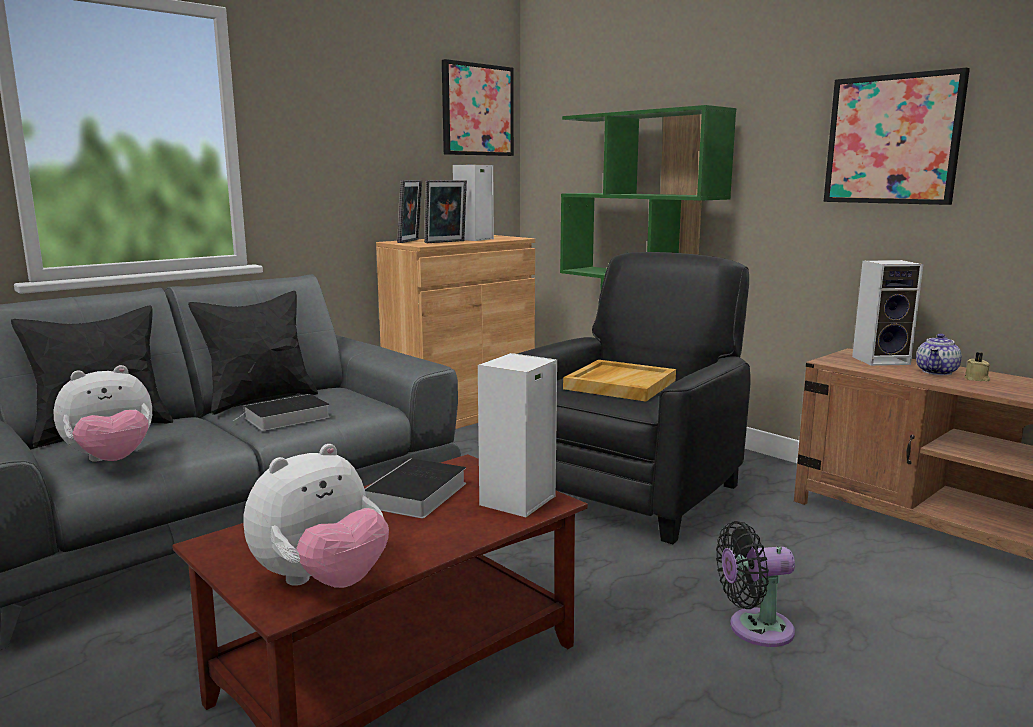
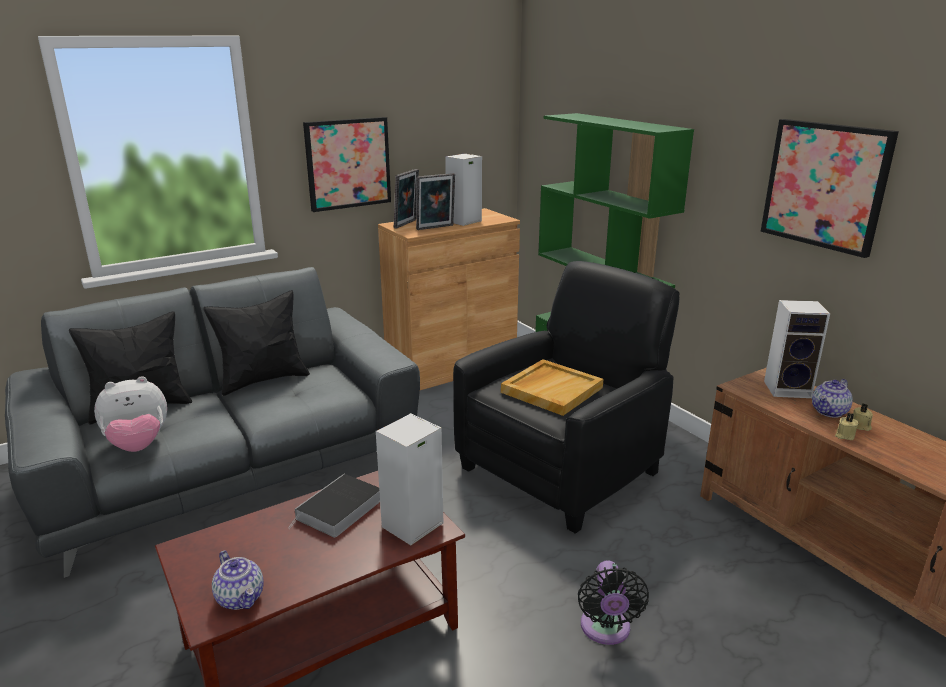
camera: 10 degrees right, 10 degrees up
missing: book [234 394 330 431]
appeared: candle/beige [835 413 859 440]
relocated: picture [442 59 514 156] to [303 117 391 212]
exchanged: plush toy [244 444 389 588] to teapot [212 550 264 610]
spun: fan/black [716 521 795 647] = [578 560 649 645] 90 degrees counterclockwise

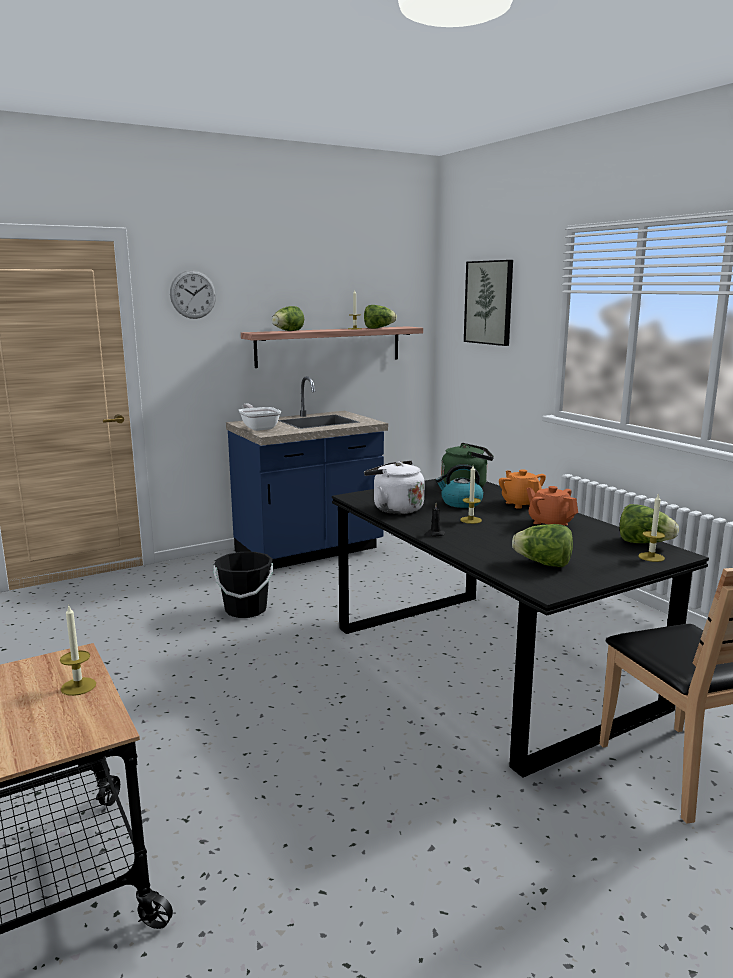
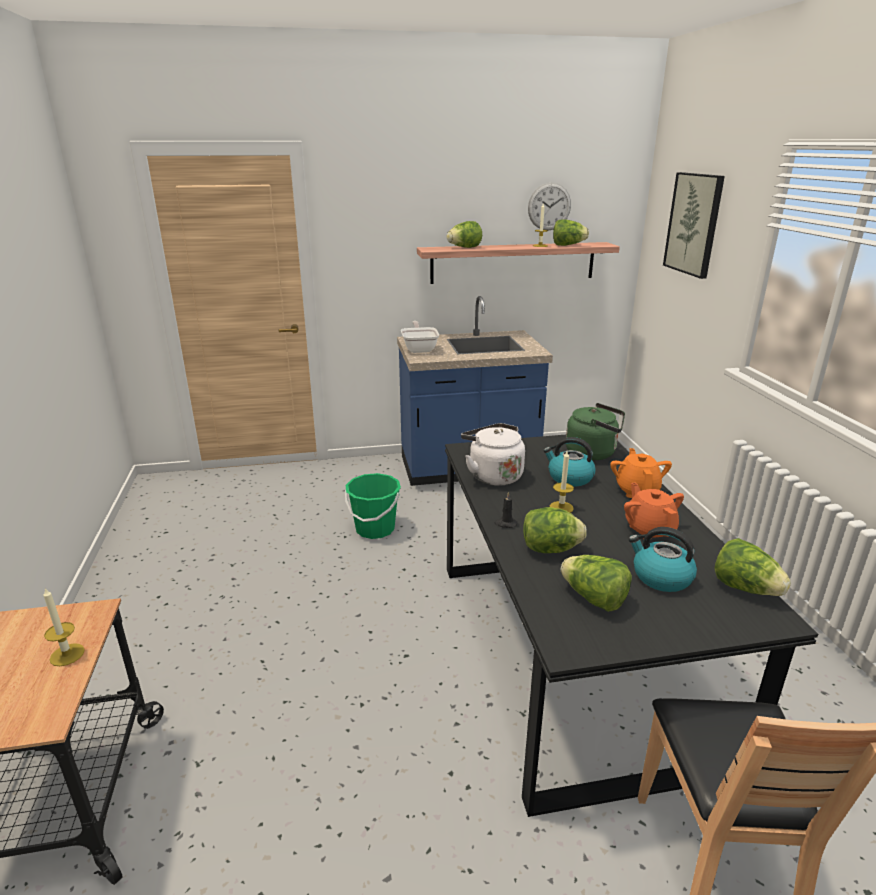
camera: 20 degrees right, 10 degrees up
missing: candle [638 493 665 562]
appeared: lettuce [523 507 587 553]; kettle [629 527 697 592]
relocated: wall clock [170 270 216 319] to [528 183 571 231]
colour: bucket/black [213 552 273 618] to bucket/green [345 473 401 539]

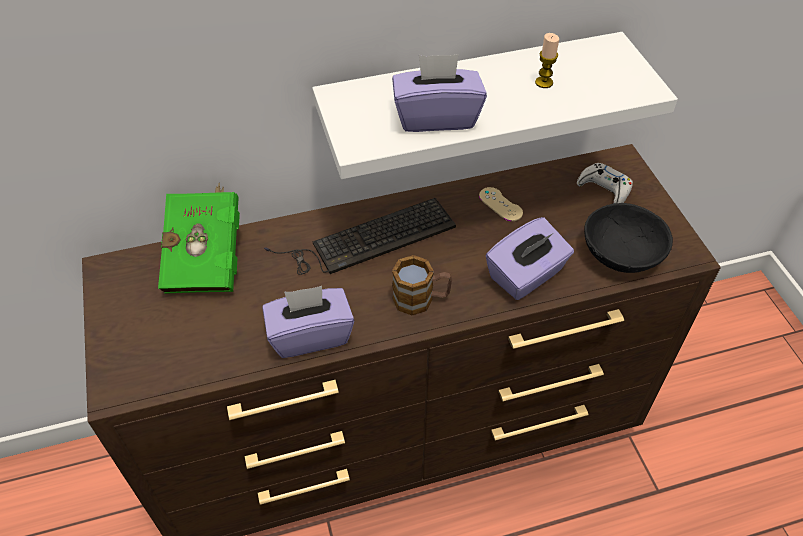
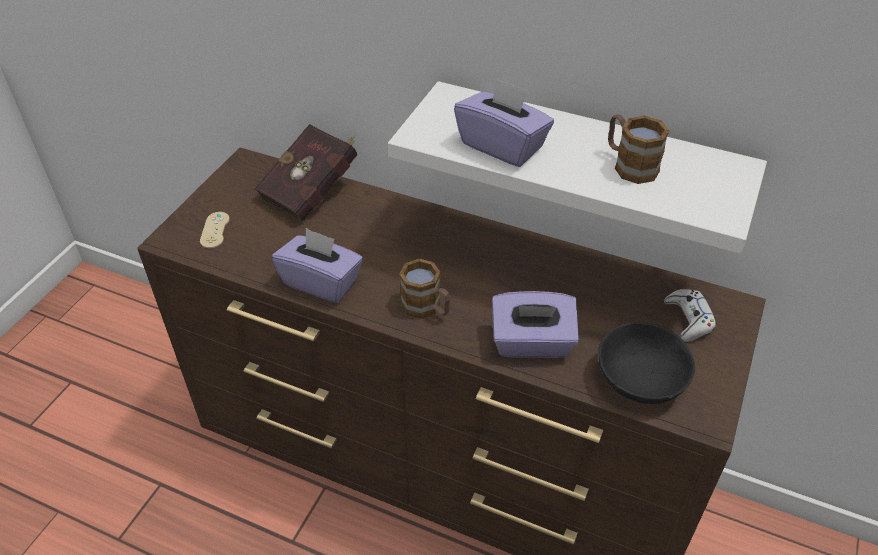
camera: 40 degrees right, 5 degrees down
missing: keyboard [264 198 456 275]
relocated: game controller/beige [479 187 523 221] to [200 212 230 248]
exchanged: candle [535 33 559 88] to mug [608 114 670 184]
colour: book/green [158 183 240 294] to book/red [254 124 358 221]

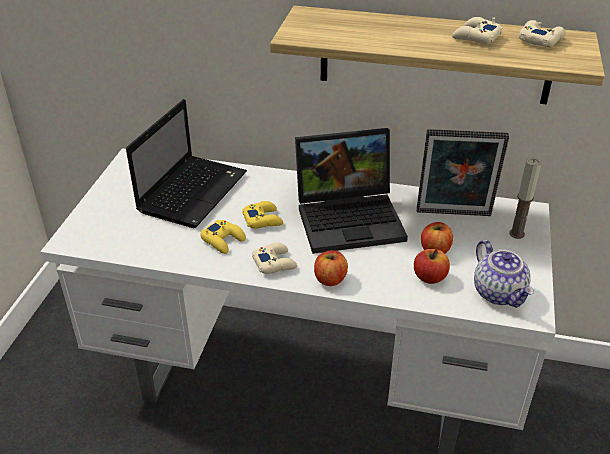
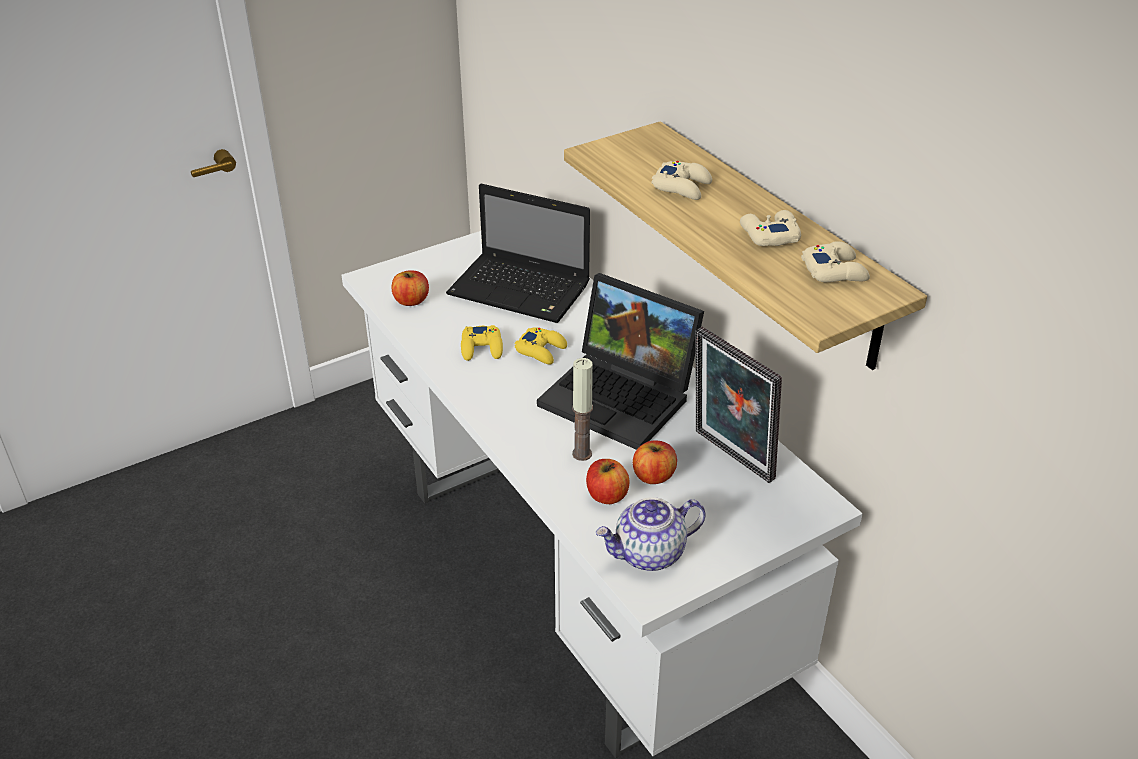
camera: 45 degrees right, 0 degrees up
relocated: game controller/beige [252 242 297 274] to [651 161 712 200]; apple [314 250 348 286] to [391 270 429 306]; candle [509 158 541 239] to [572 358 593 461]
spun: laptop [126 99 247 228] = [446 184 590 323] 45 degrees clockwise; teapot [474 240 534 308] = [596 497 706 571] 45 degrees clockwise

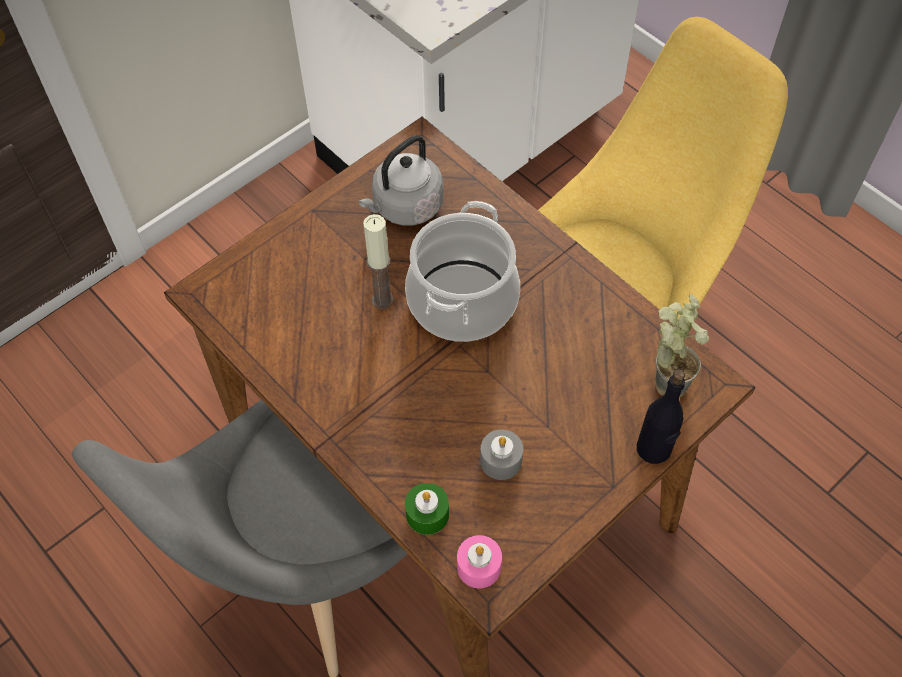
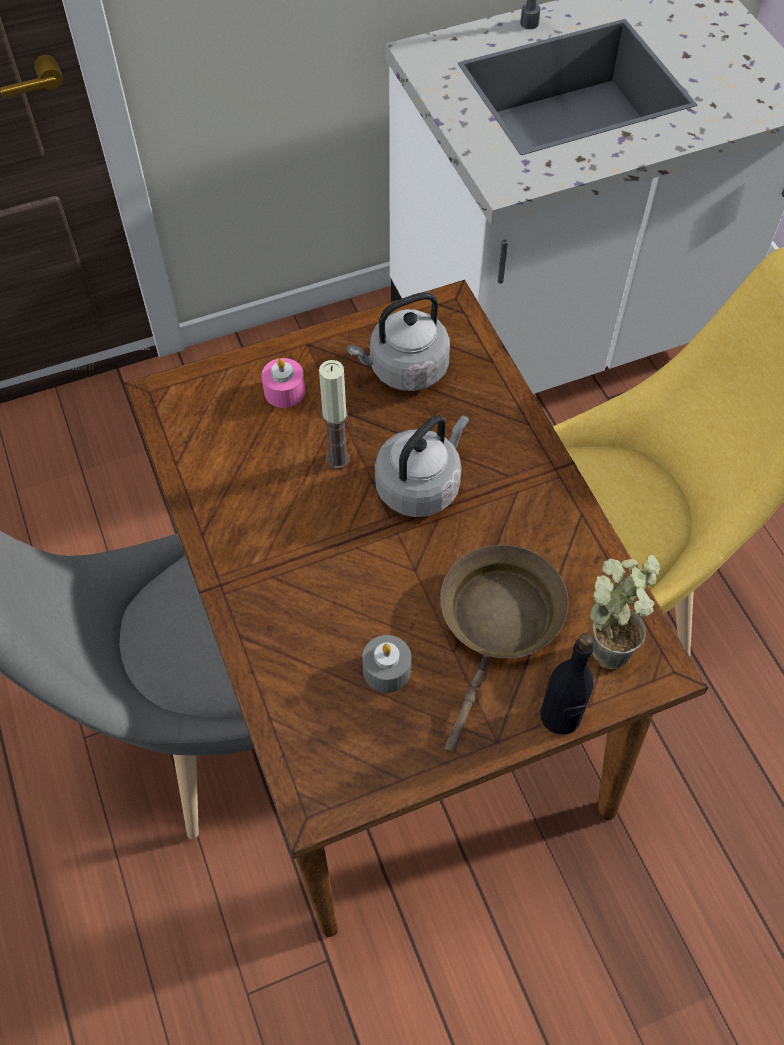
camera: 20 degrees right, 0 degrees up
missing: candle/green [405 483 449 535]
appeared: frying pan/brown [440 545 568 753]
relocated: candle/pink [457 535 502 589] to [262 358 305 408]
exchanged: cooking pot [405 201 520 342] to kettle/grey [375 415 469 517]

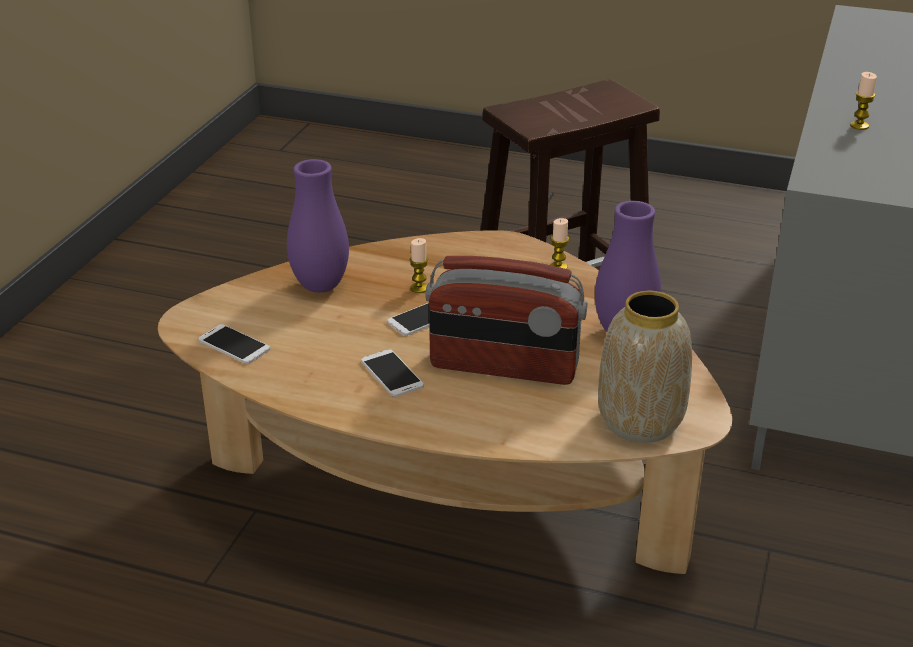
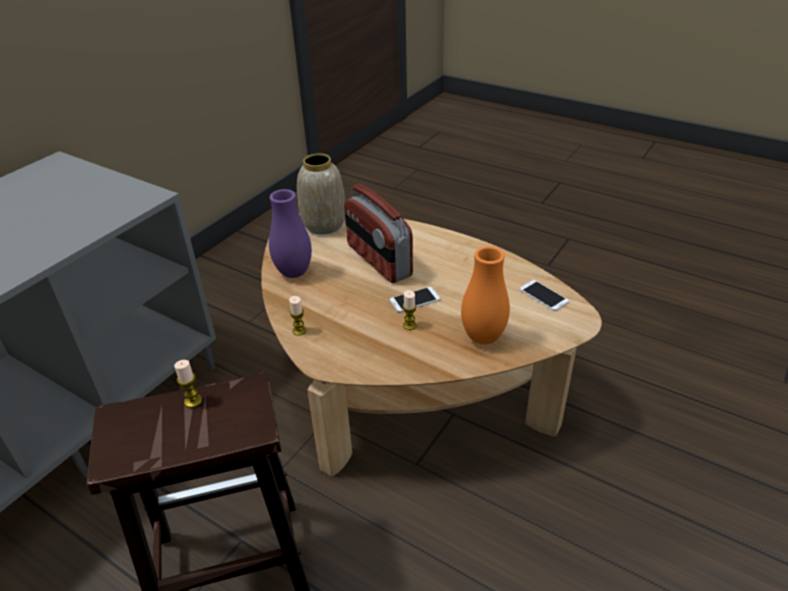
camera: 165 degrees left, 5 degrees up
missing: phone [361 349 424 397]
relocated: candle [850 72 877 130] to [174 360 202 408]
colour: vase/purple [287 159 349 293] to vase/orange [461 246 510 344]
spun: radio [425 256 587 385] = [344 184 413 283] 150 degrees counterclockwise

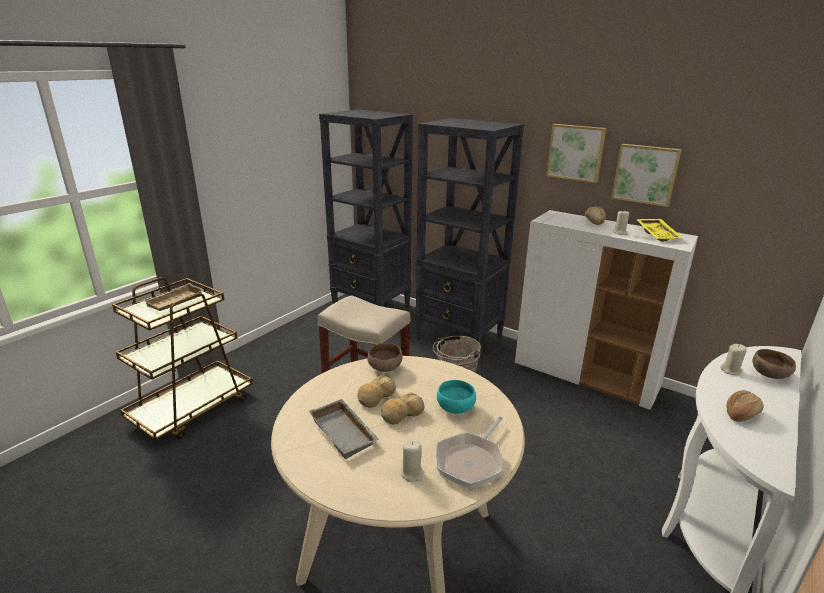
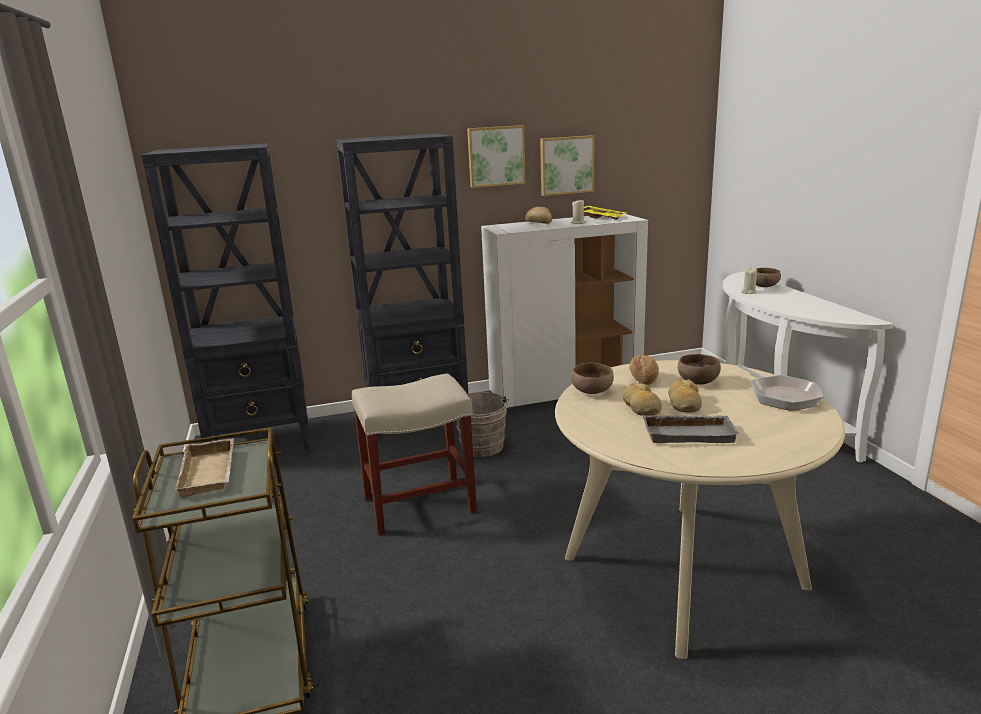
camera: 50 degrees left, 5 degrees down
missing: candle/beige [401 440 424 482]
relocated: bread [727 390 763 422] to [629 355 659 385]
colour: bowl/turquoise [437 380 476 414] to bowl/brown [678 354 721 385]

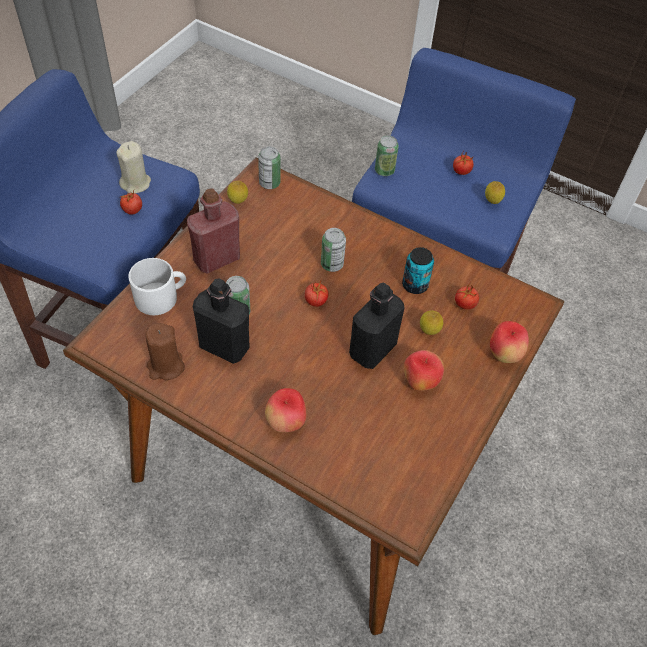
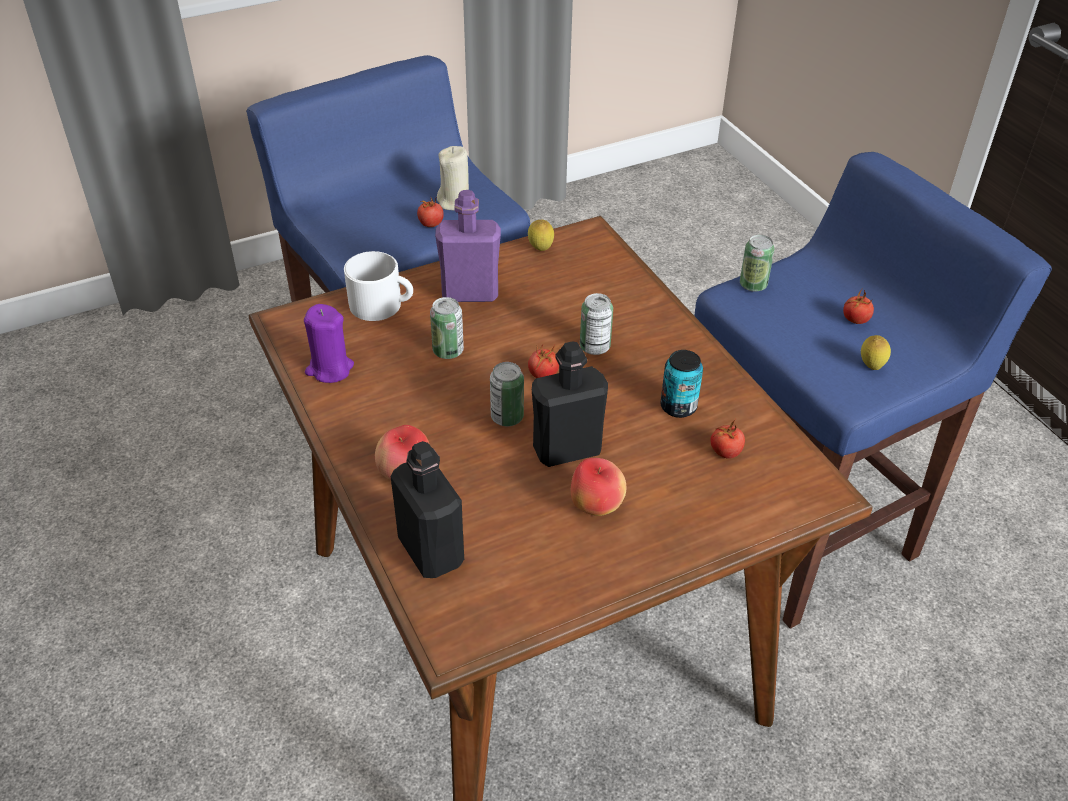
camera: 35 degrees right, 10 degrees down
missing: lemon [420 310 443 335]; apple [490 321 529 363]
relocated: bottle/black [192 279 250 364] to [391 441 464 578]; can [258 147 281 189] to [490 362 524 426]
colour: candle/brown [145 323 185 380] to candle/purple [304 304 354 383]; bottle/red [187 188 240 274] to bottle/purple [435 190 501 302]

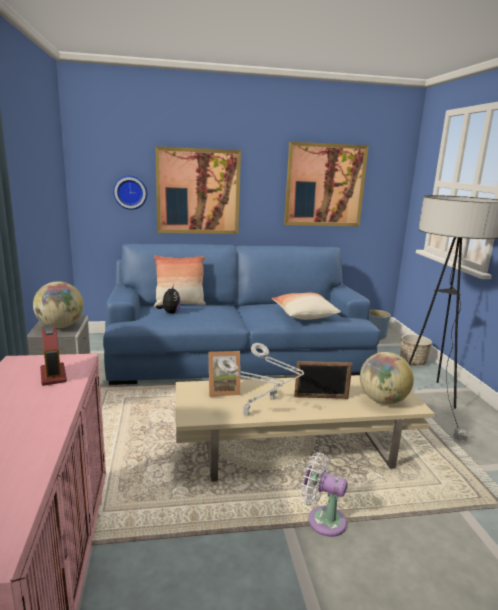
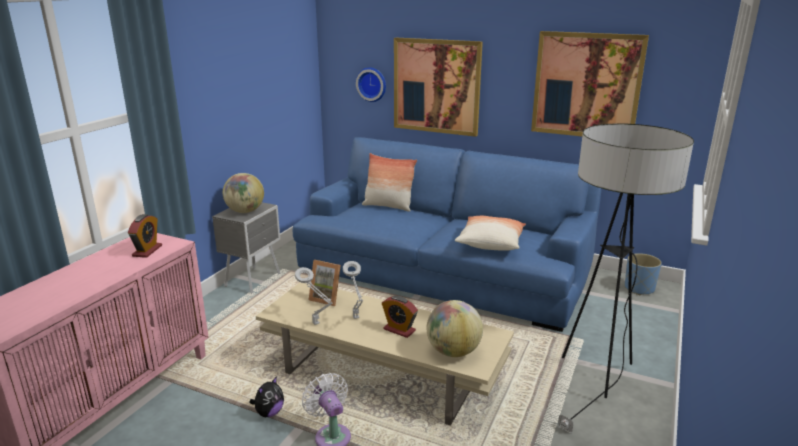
camera: 35 degrees right, 5 degrees up
missing: planter [400 334 432 365]
relocated: plush toy [156 285 181 314] to [249 376 284 417]
exchanged: picture frame [294 361 353 399] to alarm clock [382 296 418 338]

